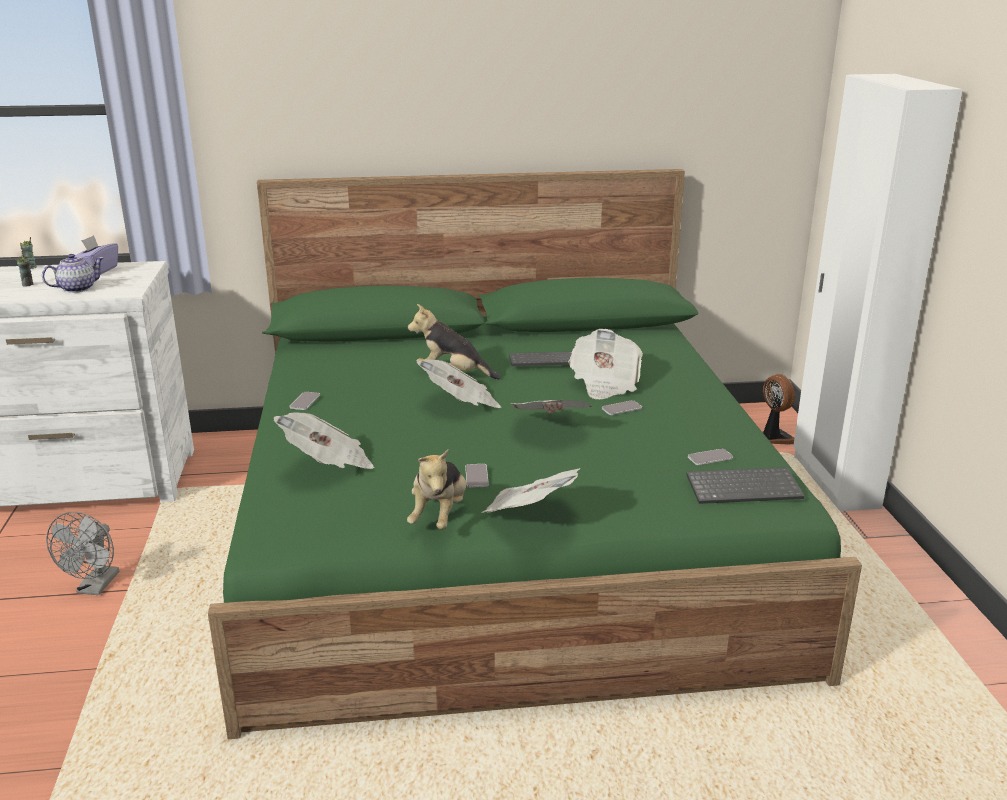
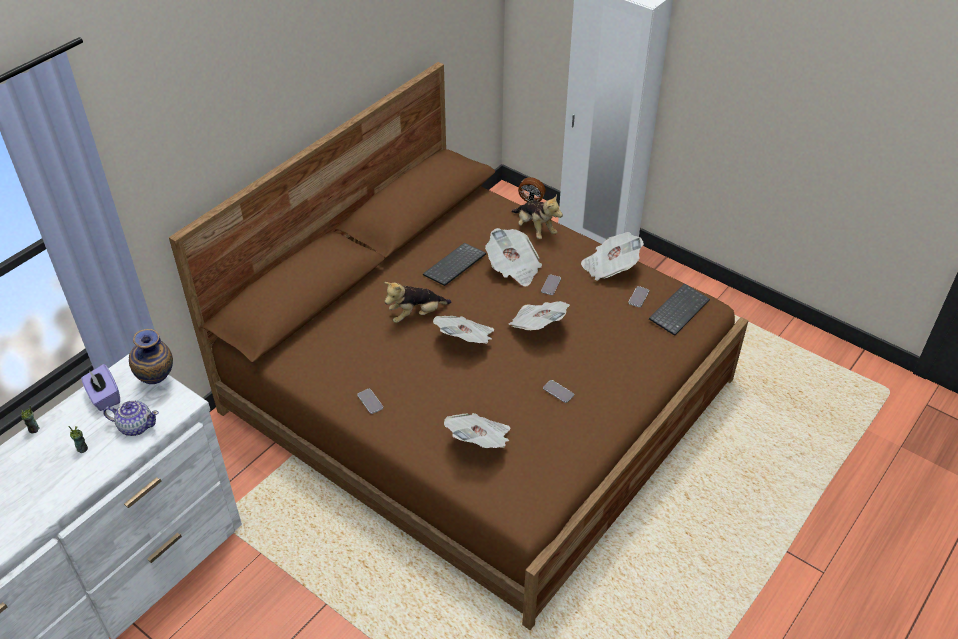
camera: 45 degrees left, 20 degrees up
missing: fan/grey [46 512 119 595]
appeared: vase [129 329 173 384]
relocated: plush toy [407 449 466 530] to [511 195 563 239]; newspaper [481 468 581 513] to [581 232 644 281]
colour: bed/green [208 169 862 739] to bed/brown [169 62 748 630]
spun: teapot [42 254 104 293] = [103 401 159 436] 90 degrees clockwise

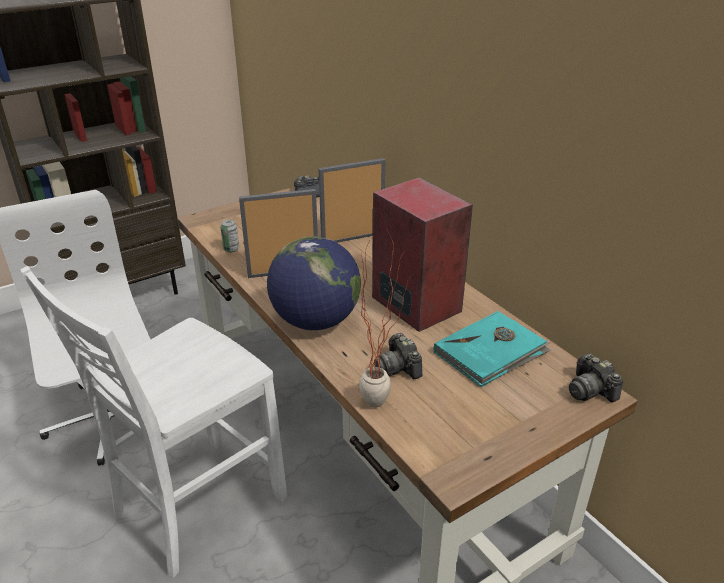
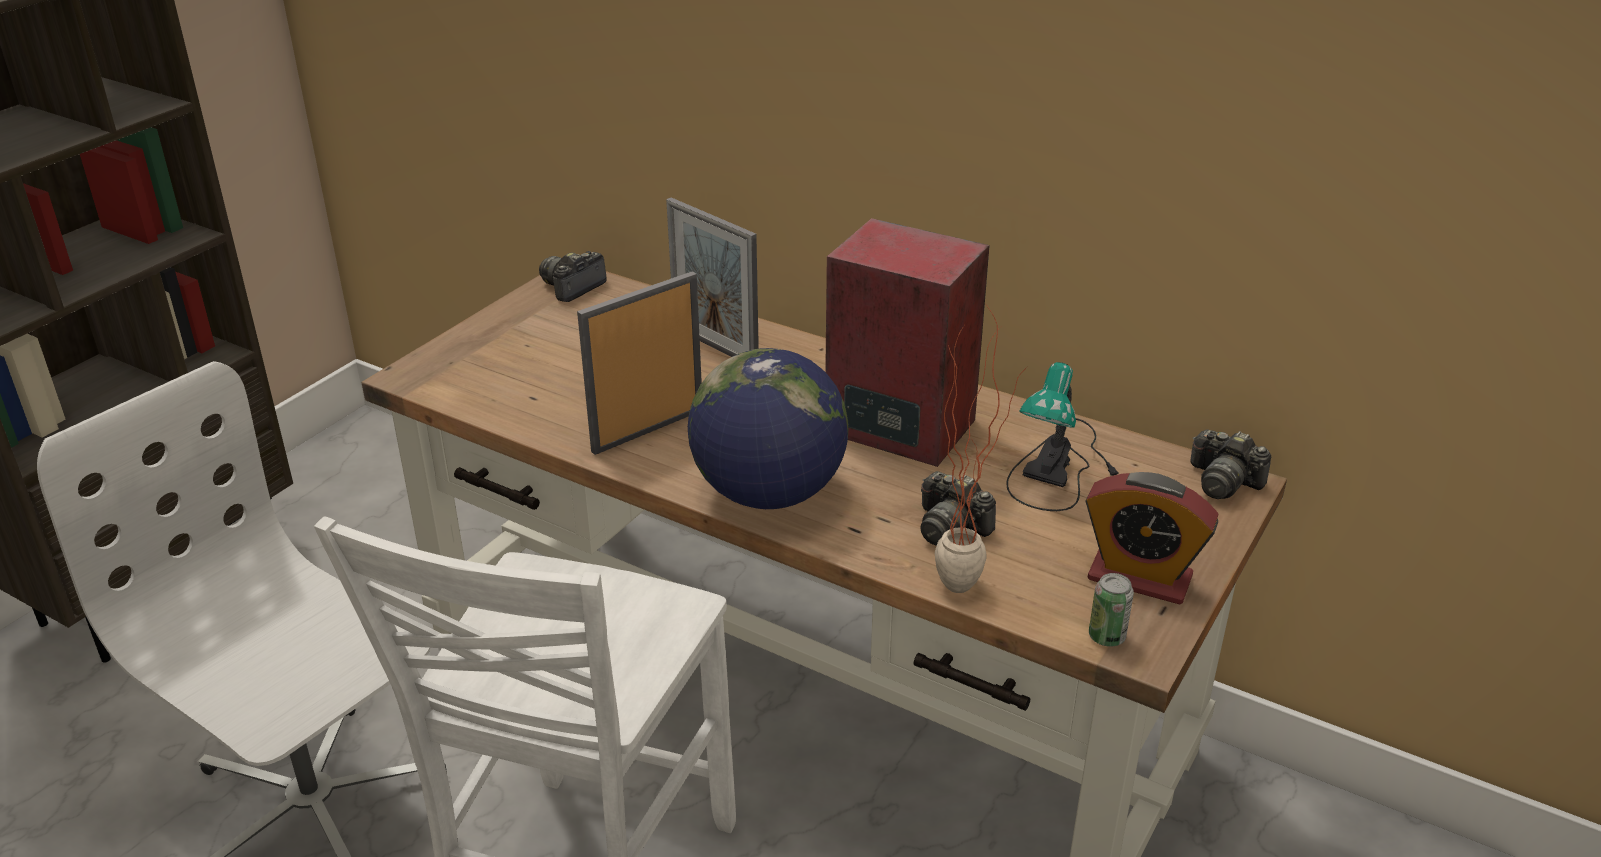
camera: 25 degrees left, 0 degrees up
appeared: alarm clock [1086 472 1218 605]
relocated: can [220 220 239 253] to [1089 573 1134 647]
exchanged: book/turquoise [434 311 551 388] to table lamp [1006 362 1119 511]
spun: picture frame [318 158 385 243] = [666 197 759 357] 90 degrees counterclockwise

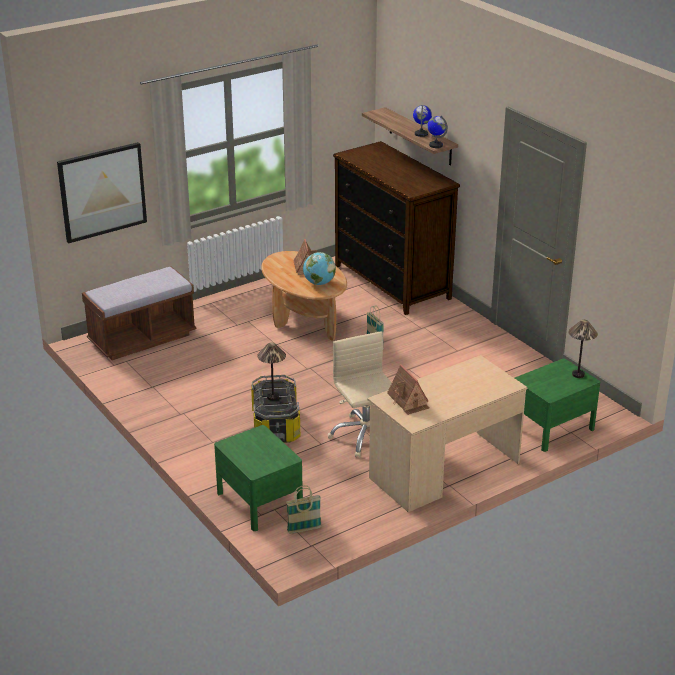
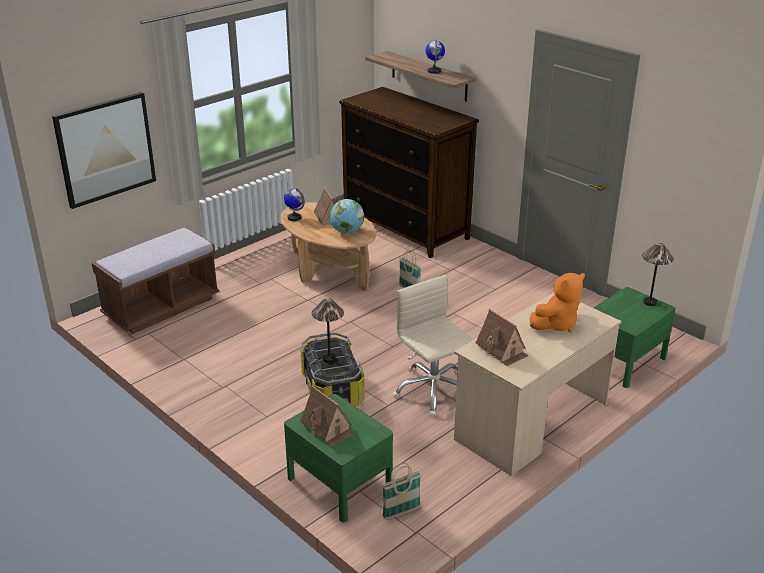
camera: 10 degrees left, 0 degrees up
appeared: toy house [300 386 355 446]; plush toy/orange [530 273 585 332]
relocated: globe [427 116 448 148] to [284 188 305 221]

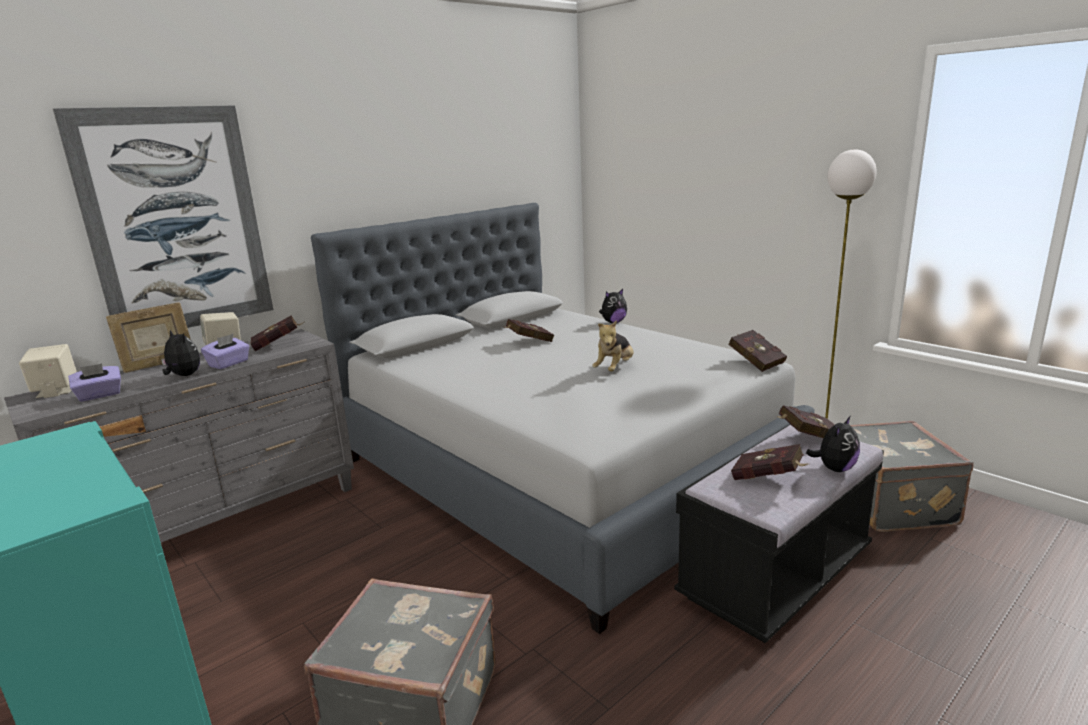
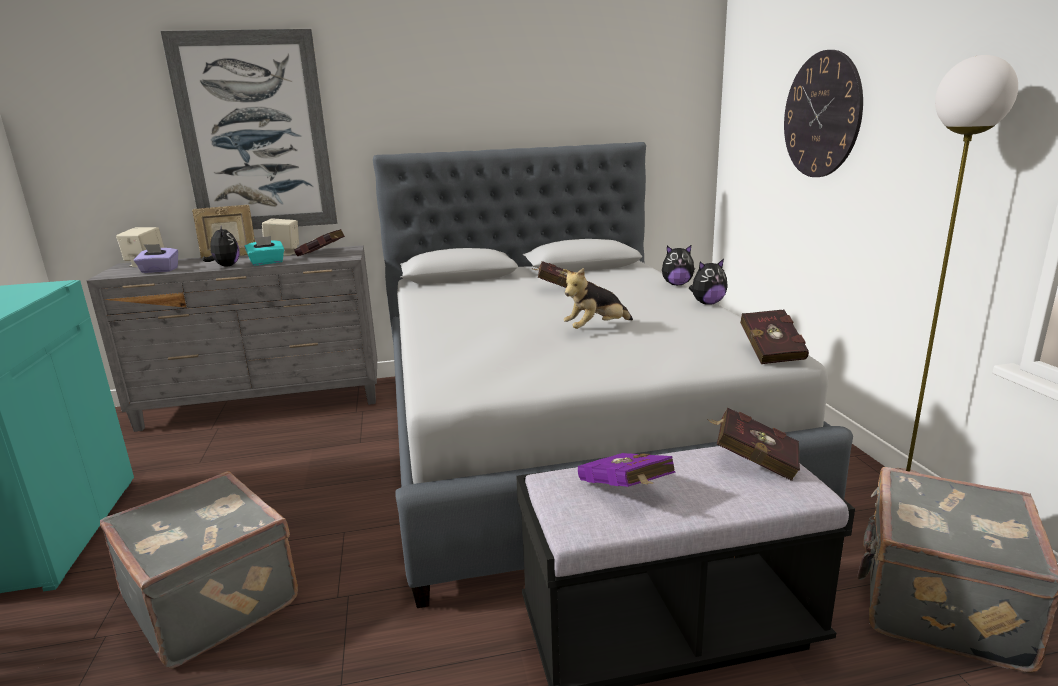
camera: 30 degrees right, 0 degrees up
appeared: wall clock [784 50 863 177]
relocated: plush toy [806 417 860 472] to [689 259 728 305]
colour: tissue box/purple [201 334 250 369] to tissue box/turquoise [244 236 284 266]; book/red [731 444 808 480] to book/purple [578 453 676 487]

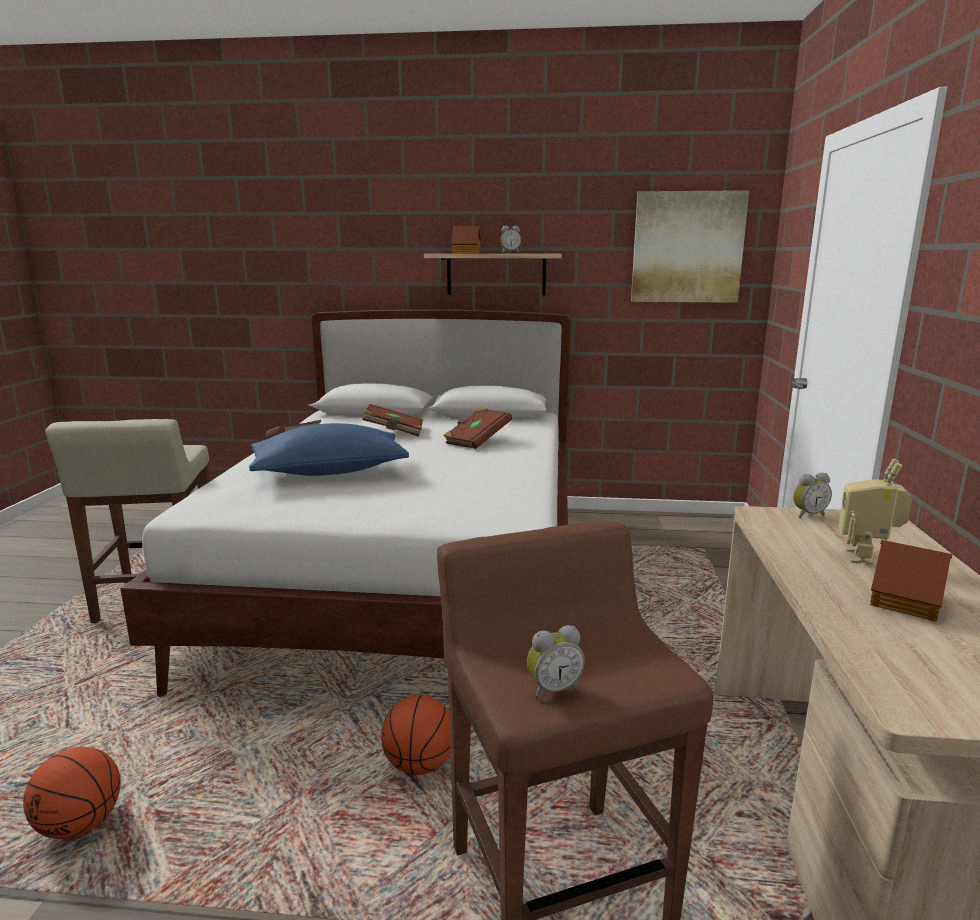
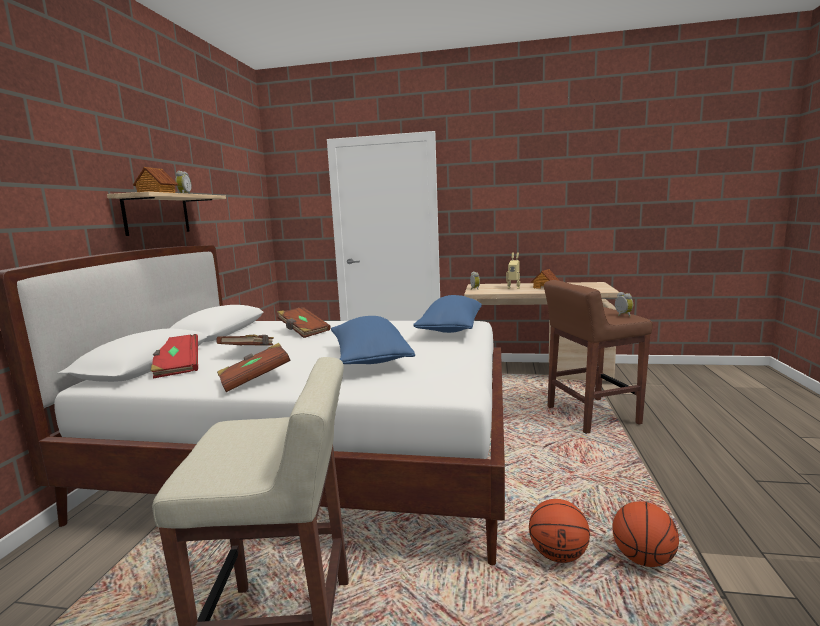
camera: 85 degrees left, 5 degrees down
missing: picture [631 190 749 303]
appeared: book/red [151 334 198 378]; pillow/blue [413 295 482 333]
relocated: basketball [381 695 451 775] to [529 499 590 563]

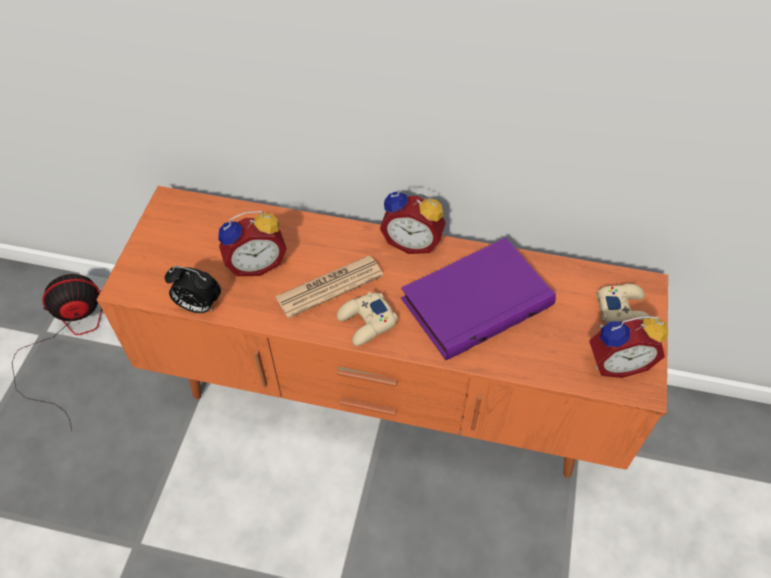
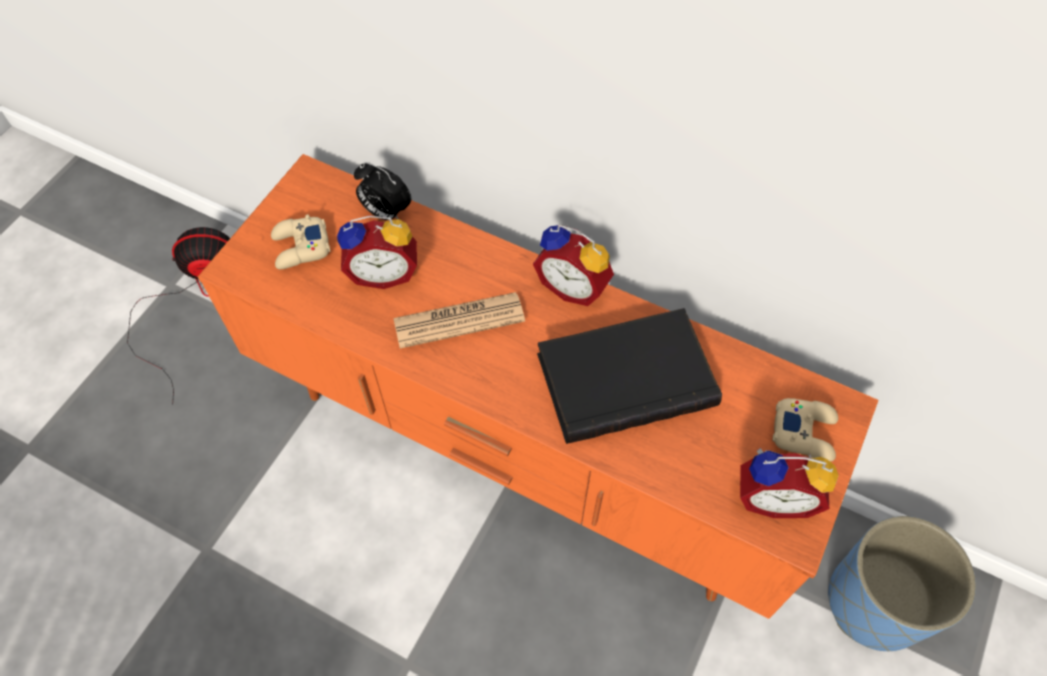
camera: 15 degrees right, 5 degrees up
appeared: planter/blue [828 516 976 651]
relocated: alarm clock [165 266 221 313] to [354 162 411 220]; game controller/beige [337 292 397 346] to [271 215 331 269]
colour: book/purple [401 238 556 360] to book/black [537 308 722 444]

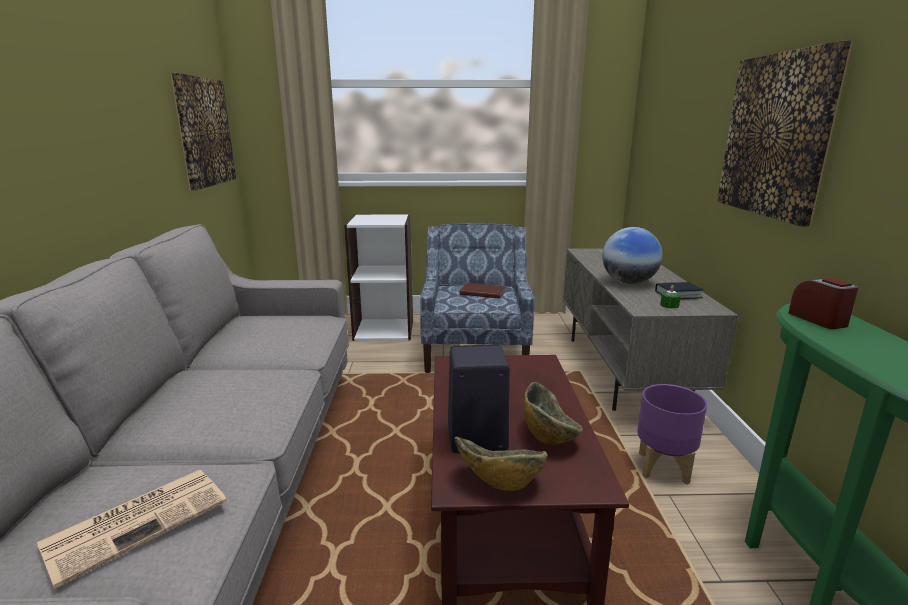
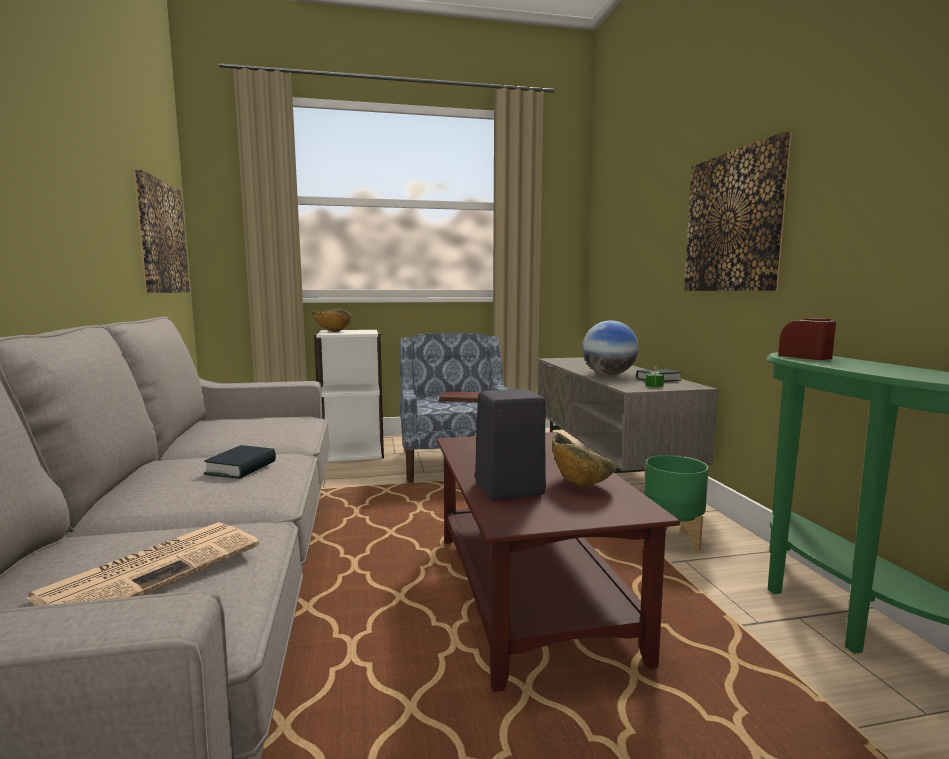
camera: 10 degrees left, 10 degrees down
appeared: book [204 445 276 479]
relocated: bowl [454 437 547 491] to [312 309 352 332]
colour: planter/purple [637 384 707 484] to planter/green [644 455 709 551]

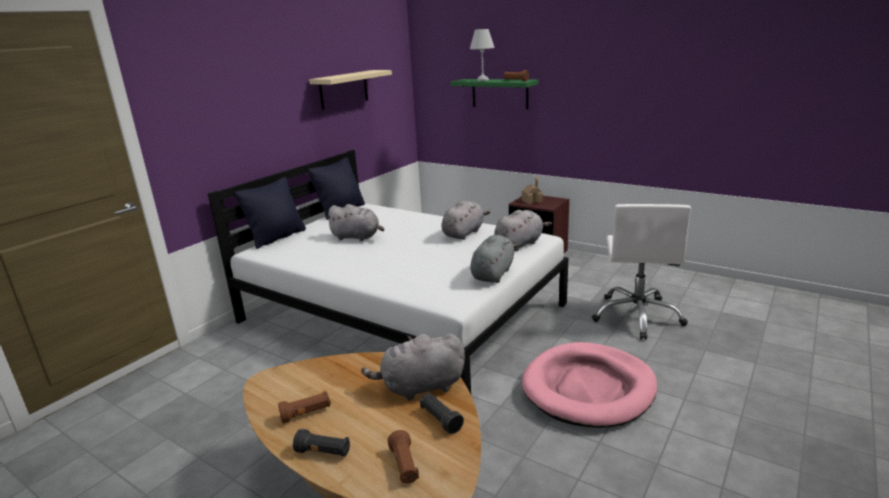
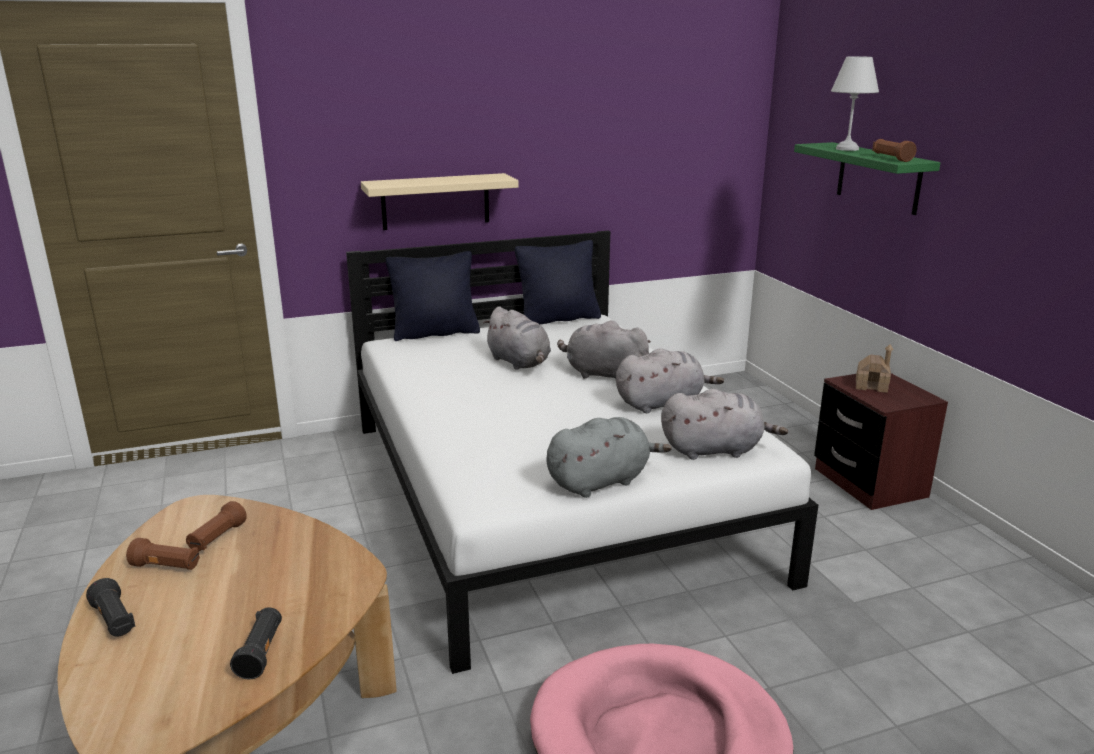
camera: 35 degrees right, 0 degrees up
missing: office chair/white [592 204 691 340]
relocated: shelf/beige [309 70 392 110] to [361 173 518 230]; plush toy/grey [361 334 465 401] to [557 320 651 379]; flashlight/brown [388 430 419 484] to [186 501 247 551]

